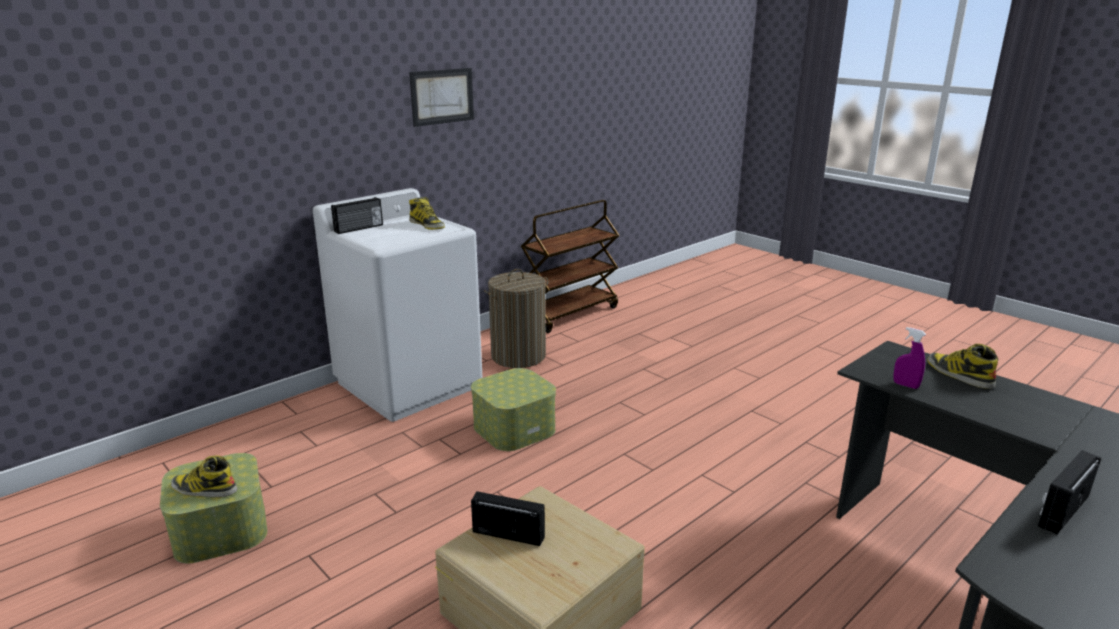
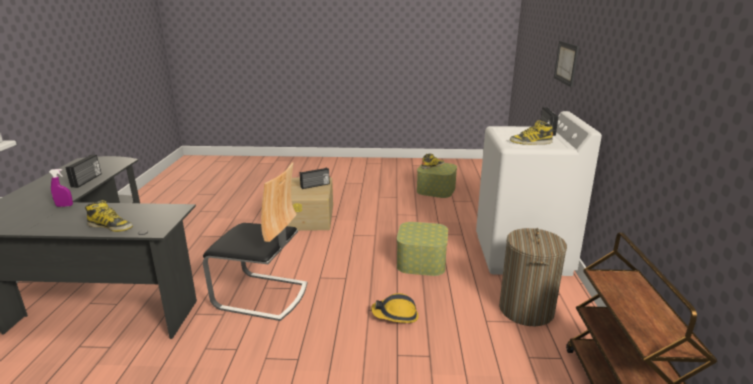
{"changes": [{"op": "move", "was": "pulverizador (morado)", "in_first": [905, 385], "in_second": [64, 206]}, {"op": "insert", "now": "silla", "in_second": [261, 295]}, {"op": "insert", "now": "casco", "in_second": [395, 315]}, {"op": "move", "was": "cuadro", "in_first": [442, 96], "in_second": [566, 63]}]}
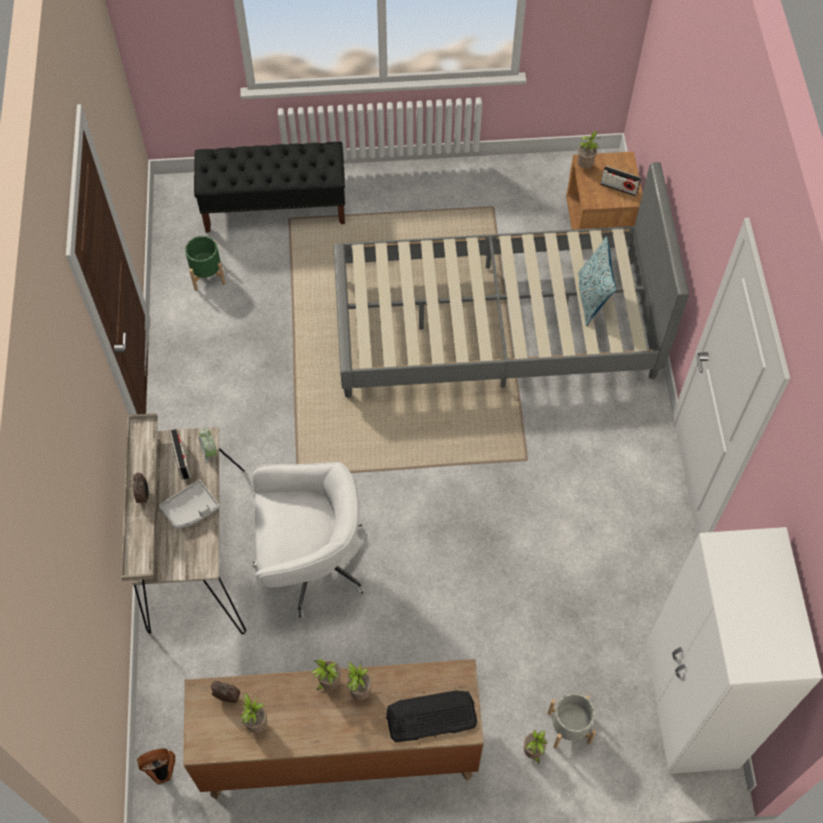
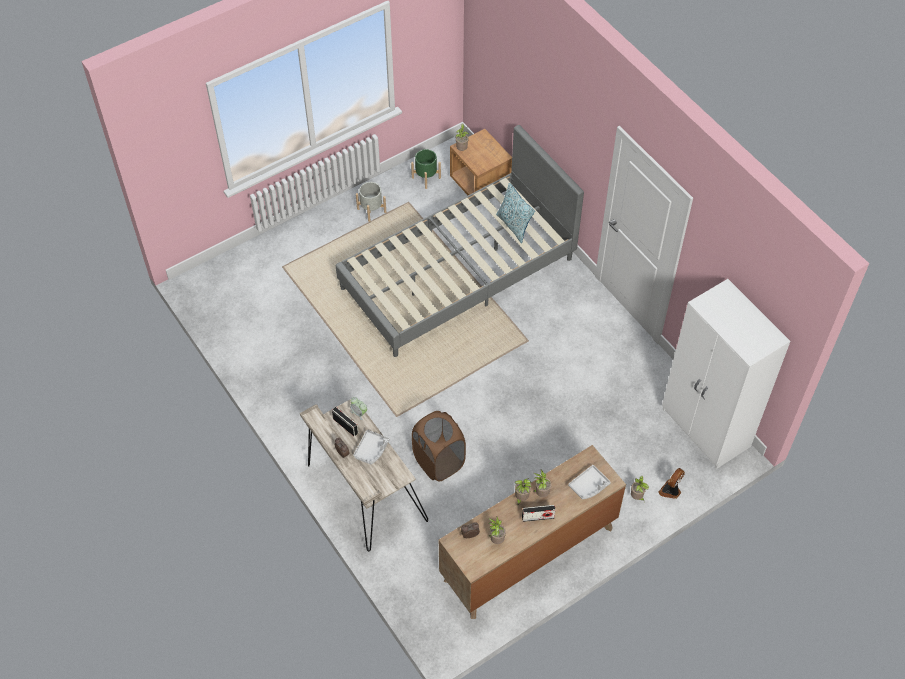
{"changes": [{"op": "move", "was": "maceta (gris)", "in_first": [568, 727], "in_second": [371, 210]}, {"op": "move", "was": "maceta (verde)", "in_first": [207, 275], "in_second": [426, 177]}, {"op": "replace", "was": "silla de oficina (blanco)", "now": "cesto de la ropa (marrón)", "in_first": [309, 562], "in_second": [439, 462]}, {"op": "move", "was": "radio", "in_first": [619, 188], "in_second": [538, 517]}, {"op": "replace", "was": "teclado", "now": "bandeja (gris)", "in_first": [431, 716], "in_second": [589, 486]}, {"op": "move", "was": "ventilador", "in_first": [160, 769], "in_second": [671, 491]}, {"op": "delete", "was": "banco (negro)", "in_first": [275, 208]}]}
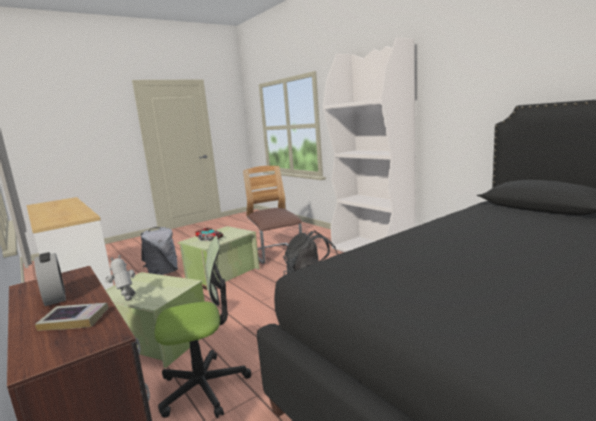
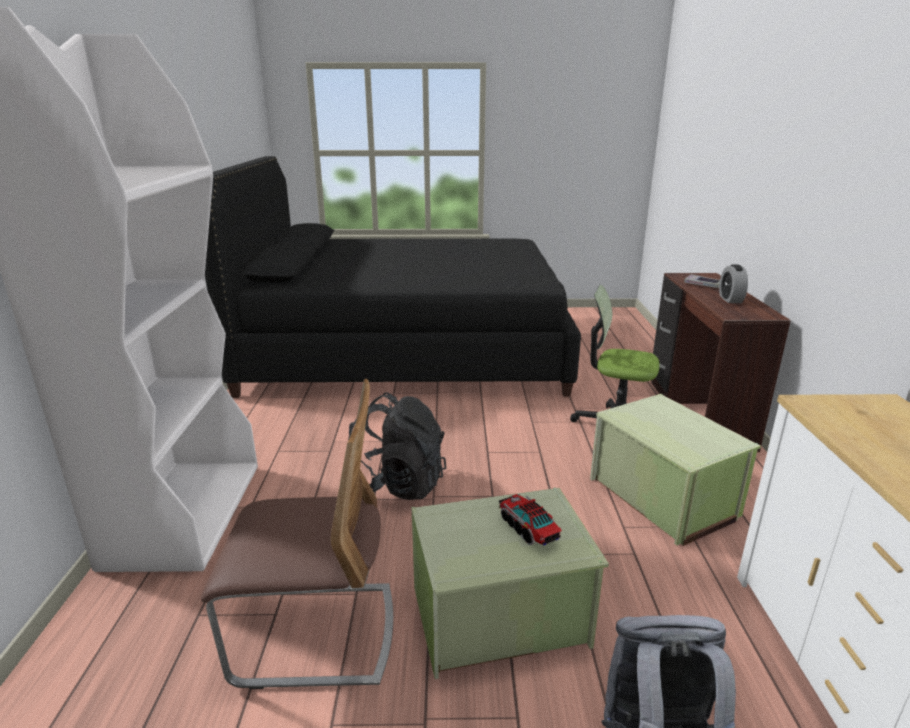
{"changes": [{"op": "rotate", "was": "silla", "in_first": [276, 254], "in_second": [316, 634], "clockwise": -105}, {"op": "delete", "was": "robot de juguete", "in_first": [127, 302]}]}
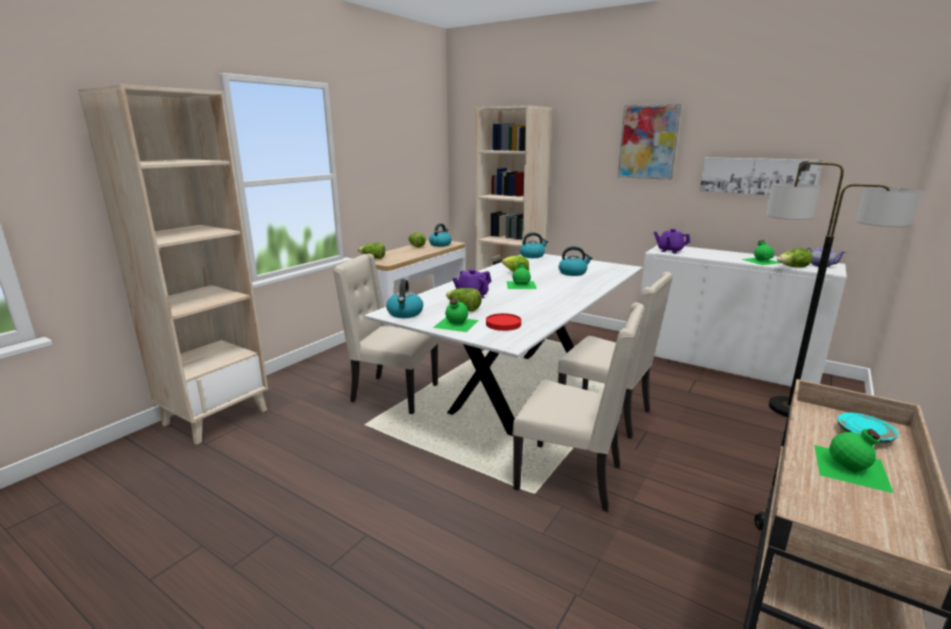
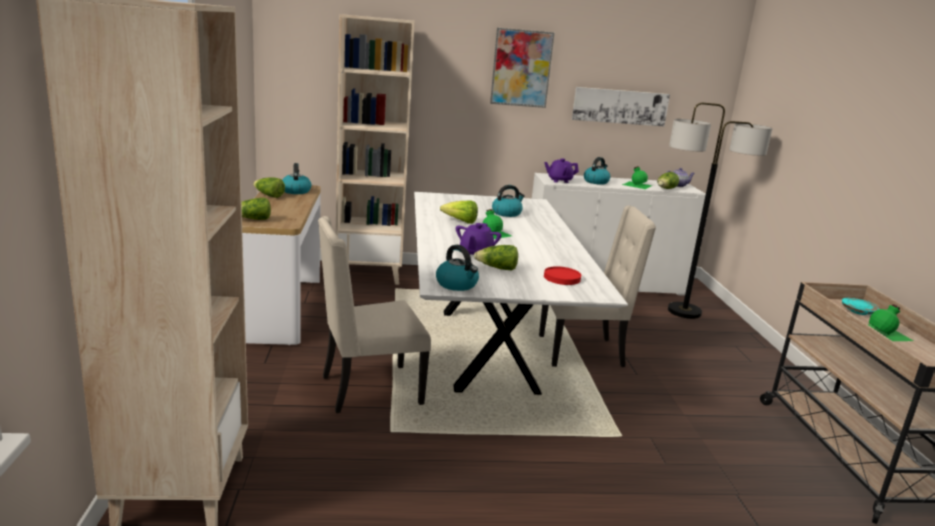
{"changes": [{"op": "move", "was": "hervidor", "in_first": [532, 256], "in_second": [596, 182]}, {"op": "delete", "was": "botella (verde)", "in_first": [455, 324]}, {"op": "delete", "was": "silla (beis)", "in_first": [571, 477]}]}
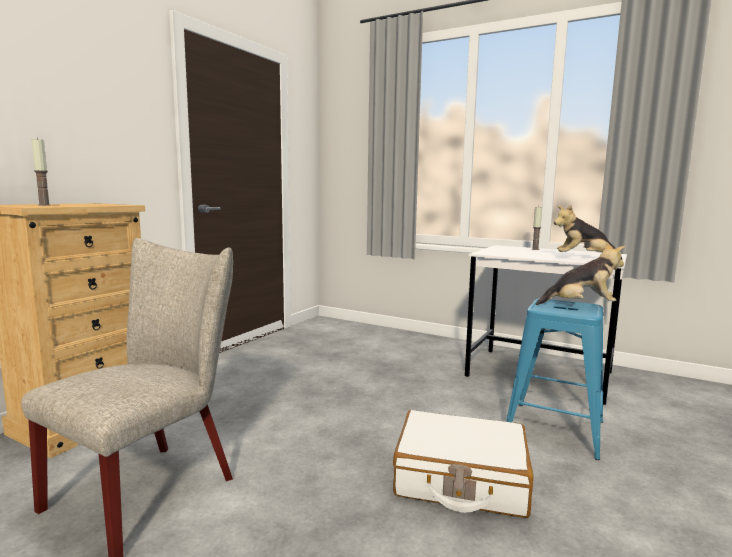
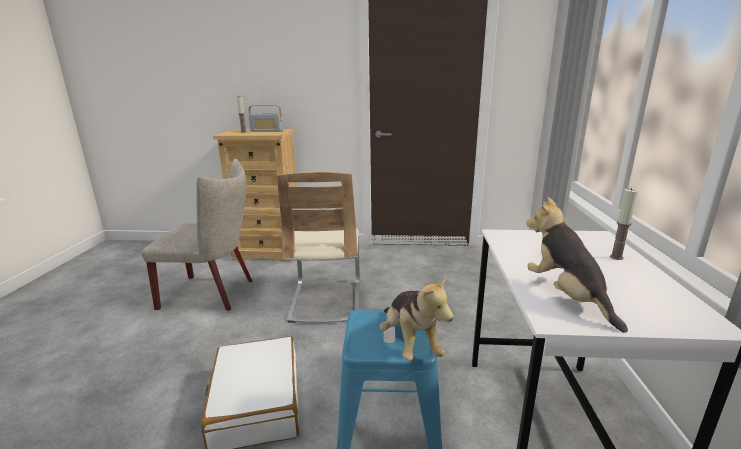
{"changes": [{"op": "insert", "now": "radio", "in_second": [267, 131]}, {"op": "insert", "now": "silla (beis)", "in_second": [326, 300]}]}
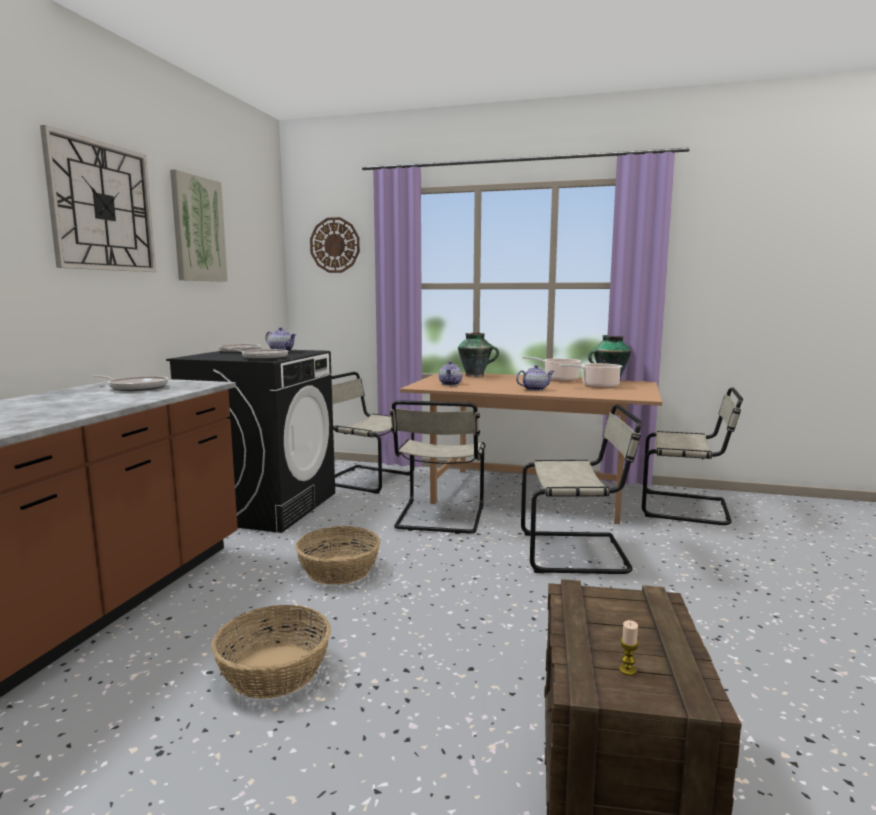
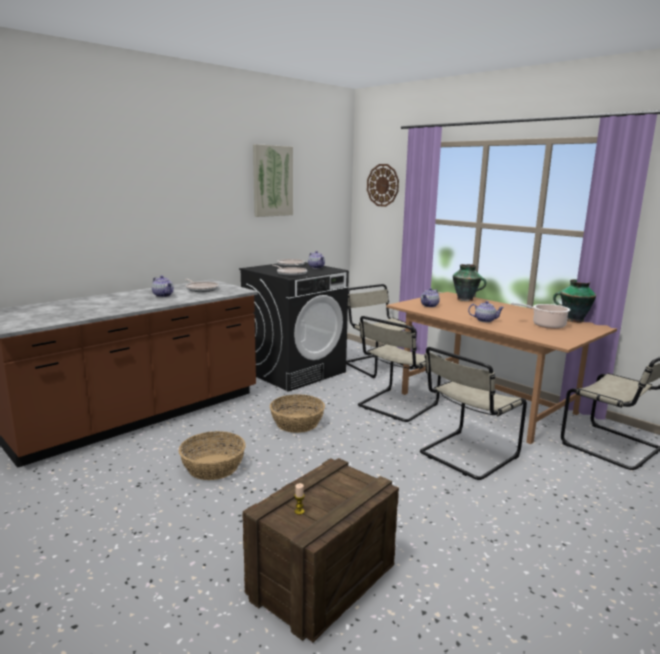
{"changes": [{"op": "insert", "now": "tetera", "in_second": [163, 295]}, {"op": "rotate", "was": "silla (beis)", "in_first": [578, 553], "in_second": [466, 455], "clockwise": 105}, {"op": "delete", "was": "reloj de pared", "in_first": [102, 207]}, {"op": "delete", "was": "olla", "in_first": [558, 379]}]}
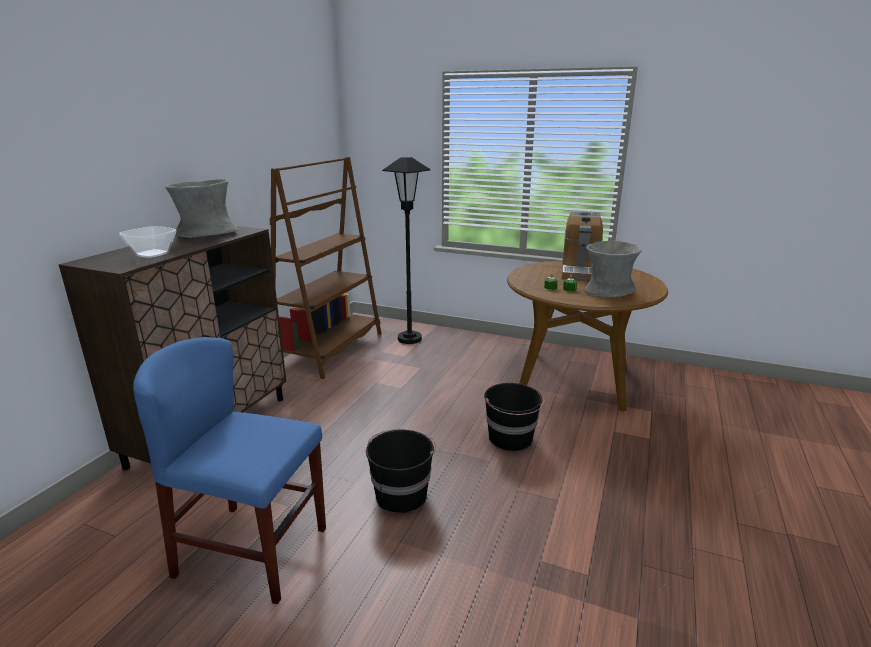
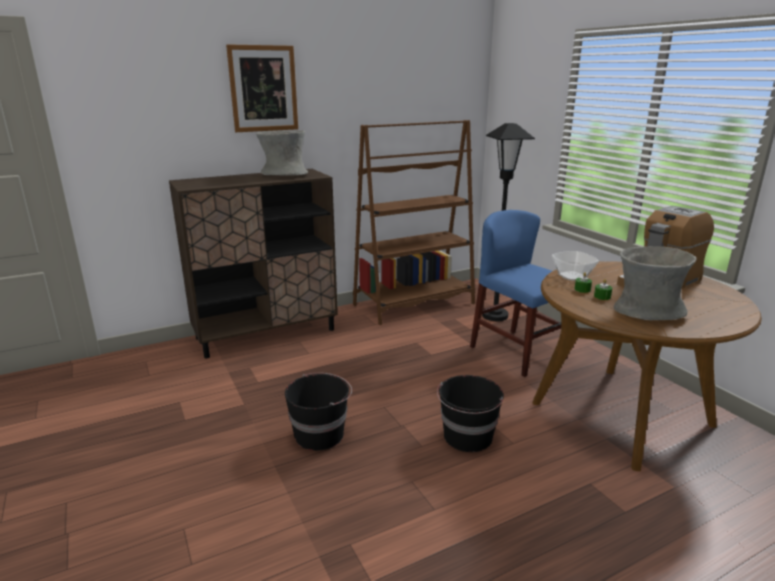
{"changes": [{"op": "insert", "now": "cuadro", "in_second": [263, 89]}, {"op": "move", "was": "silla (azul)", "in_first": [253, 551], "in_second": [518, 352]}, {"op": "move", "was": "cuenco", "in_first": [153, 254], "in_second": [573, 276]}]}
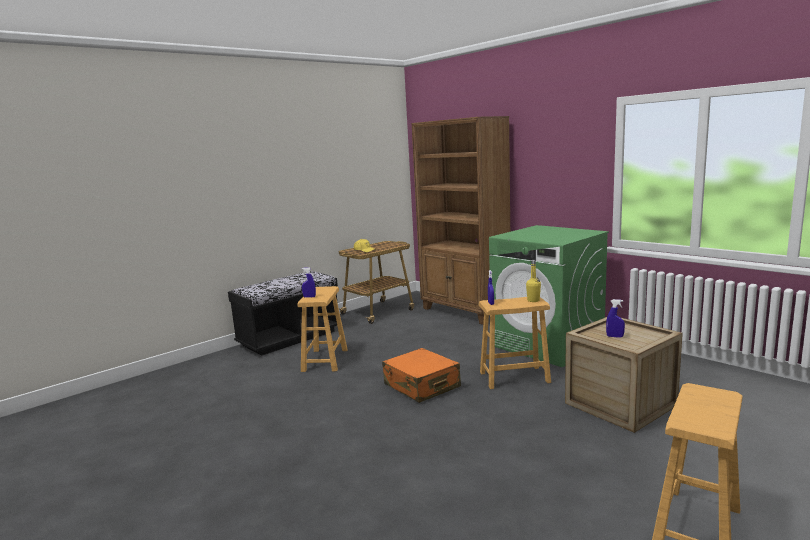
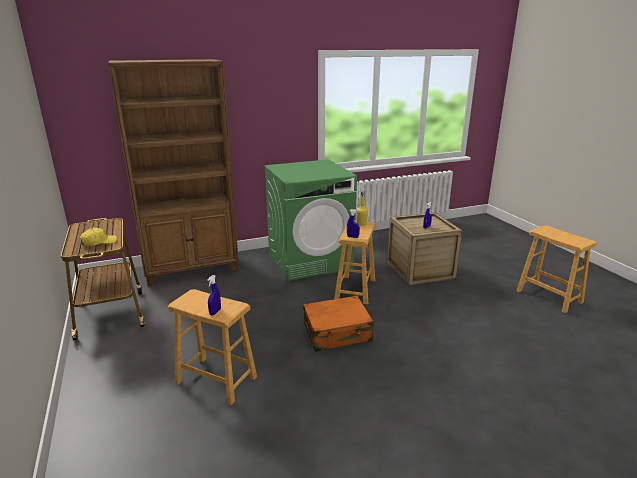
{"changes": [{"op": "delete", "was": "banco (negro)", "in_first": [289, 338]}]}
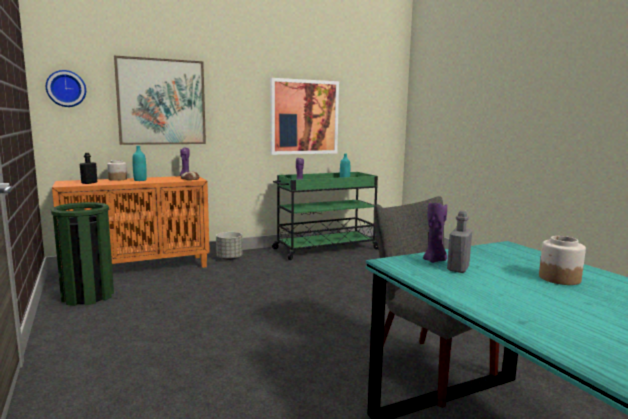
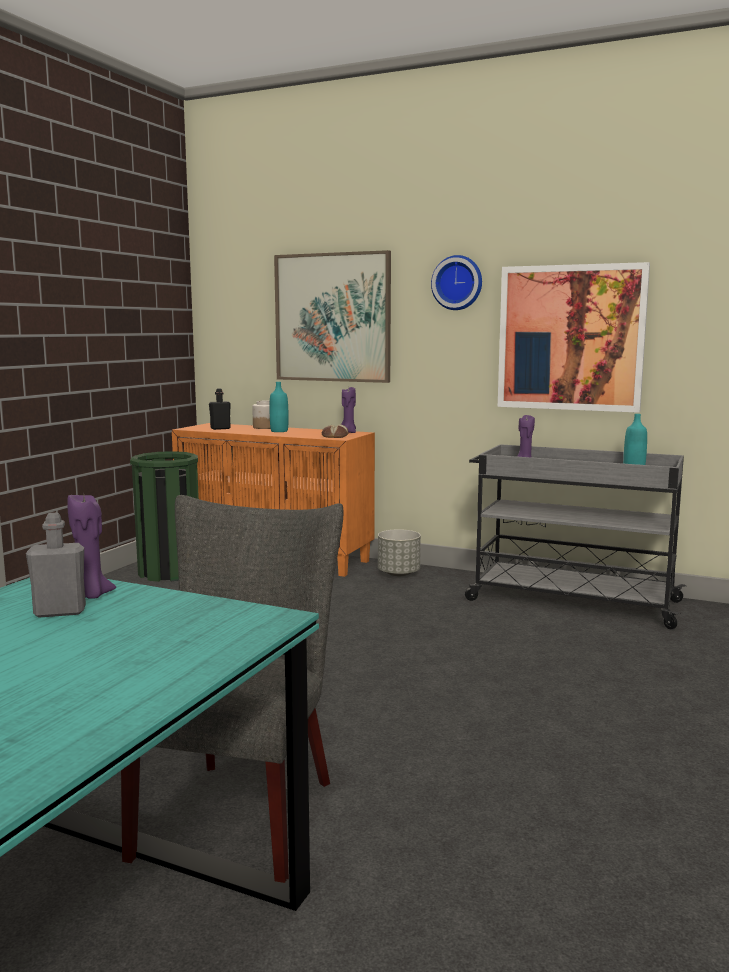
{"changes": [{"op": "move", "was": "reloj de pared", "in_first": [66, 88], "in_second": [457, 283]}, {"op": "recolor", "was": "carrito (verde)", "now": "carrito (gris)", "in_first": [325, 249], "in_second": [570, 601]}, {"op": "delete", "was": "tarro", "in_first": [559, 278]}]}
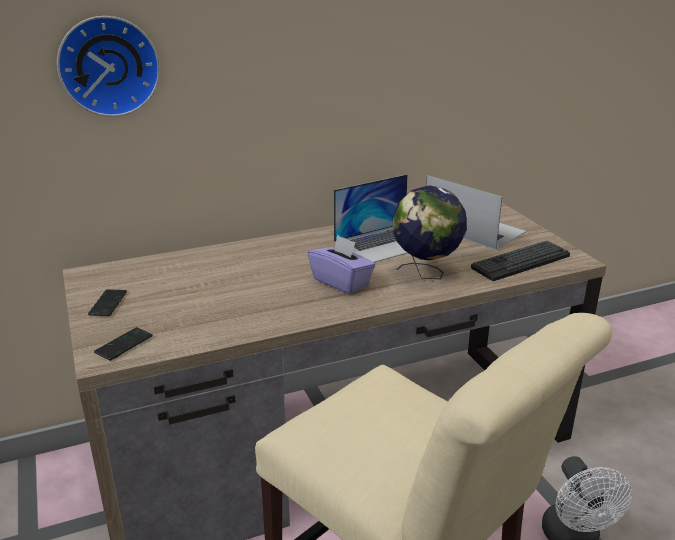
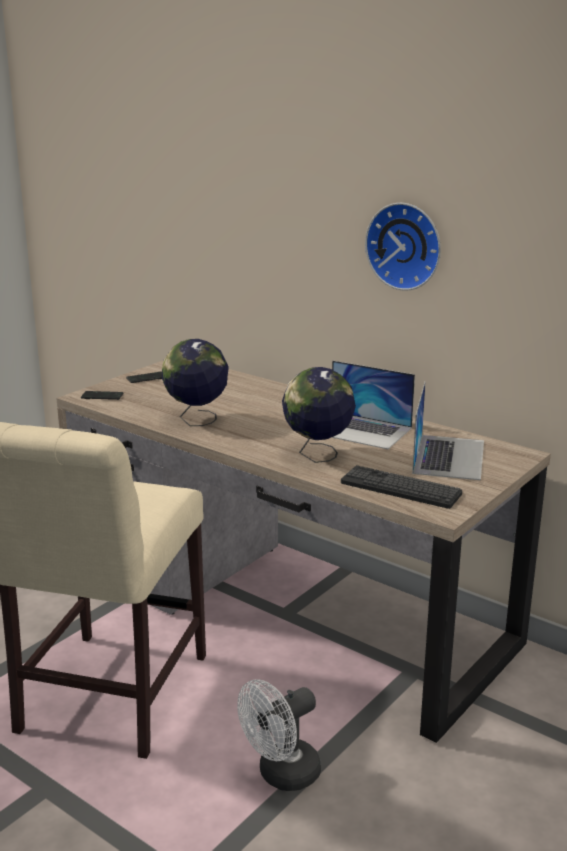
{"changes": [{"op": "insert", "now": "globo terráqueo", "in_second": [196, 420]}, {"op": "move", "was": "reloj de pared", "in_first": [108, 66], "in_second": [405, 245]}, {"op": "delete", "was": "caja de pañuelos (morado)", "in_first": [341, 282]}]}
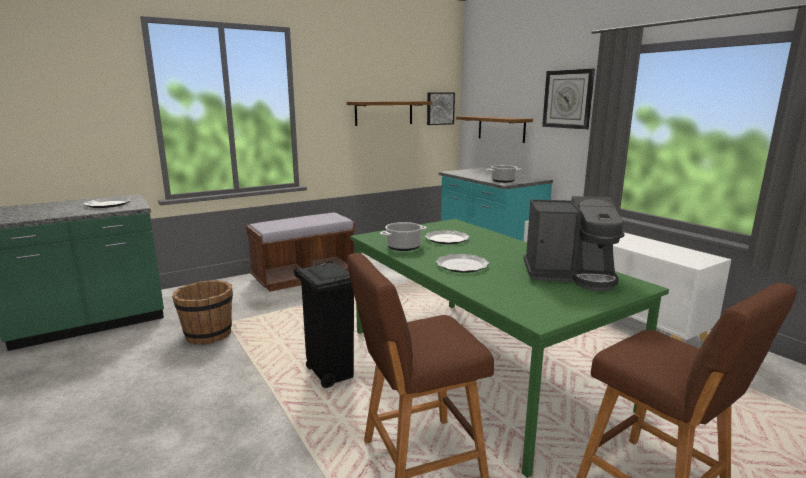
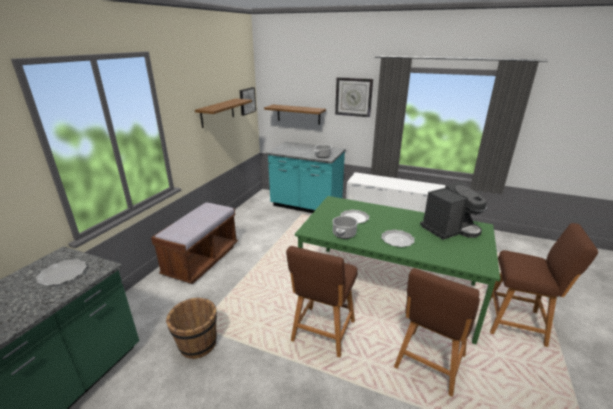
{"changes": [{"op": "replace", "was": "papelera (negro)", "now": "taburete (marrón)", "in_first": [330, 374], "in_second": [322, 333]}]}
